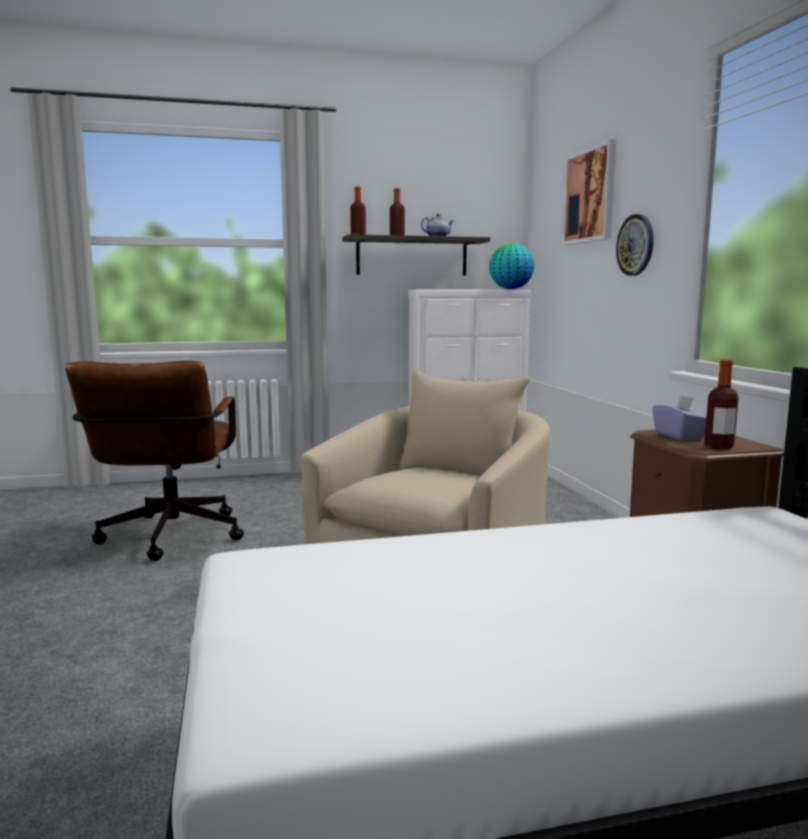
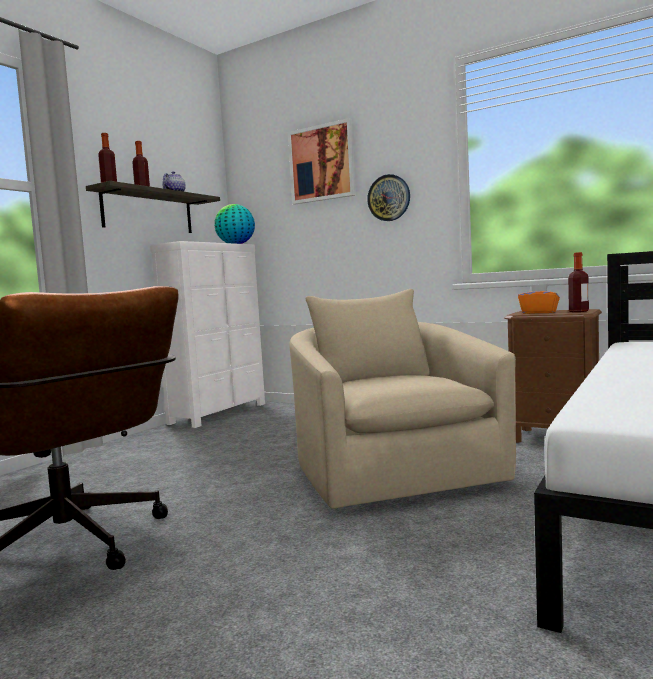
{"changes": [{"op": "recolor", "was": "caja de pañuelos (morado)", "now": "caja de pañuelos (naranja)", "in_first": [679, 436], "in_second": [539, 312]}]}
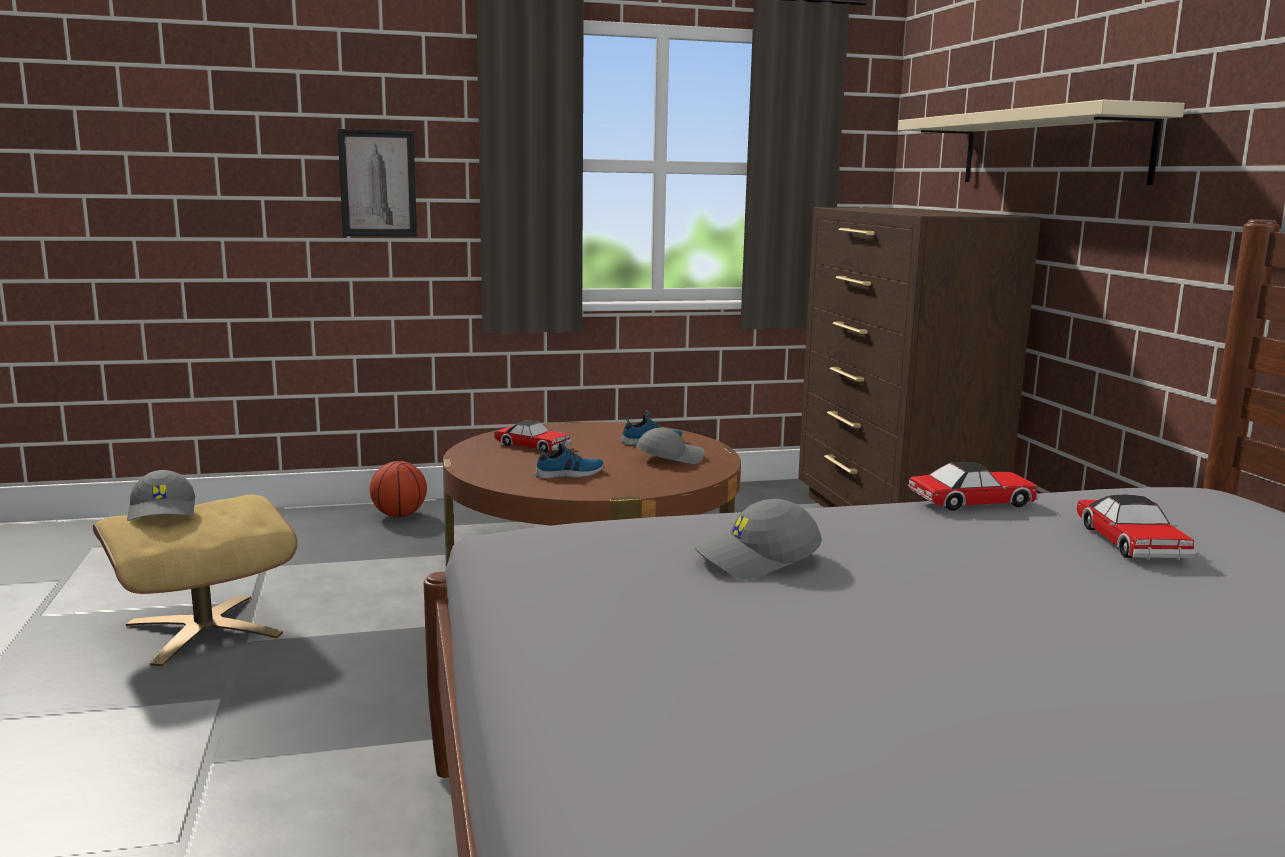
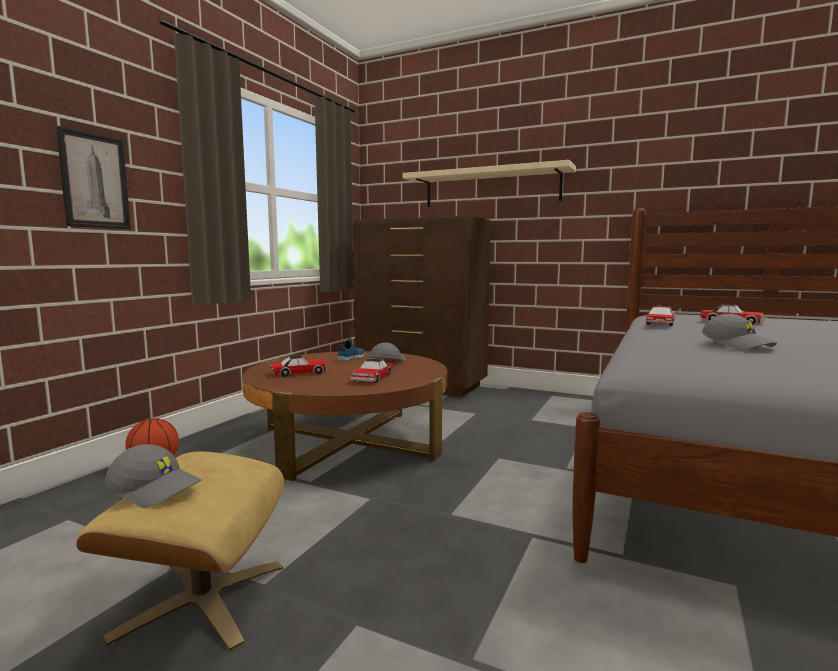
{"changes": [{"op": "replace", "was": "zapato", "now": "coche de juguete", "in_first": [570, 474], "in_second": [372, 378]}, {"op": "rotate", "was": "gorra (gris)", "in_first": [757, 560], "in_second": [738, 345], "clockwise": -45}]}
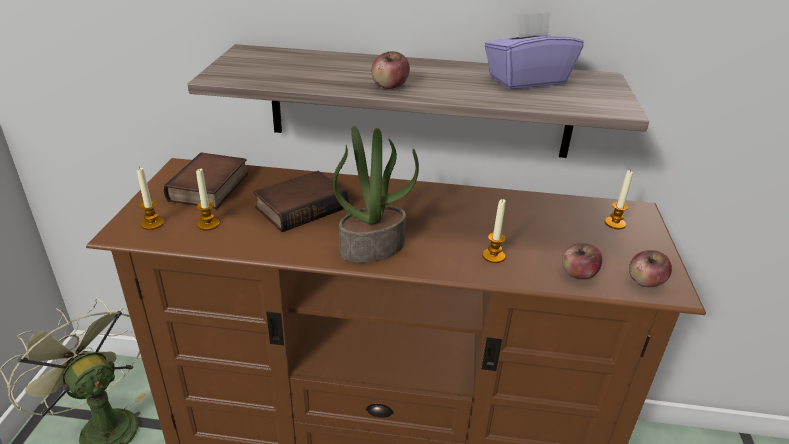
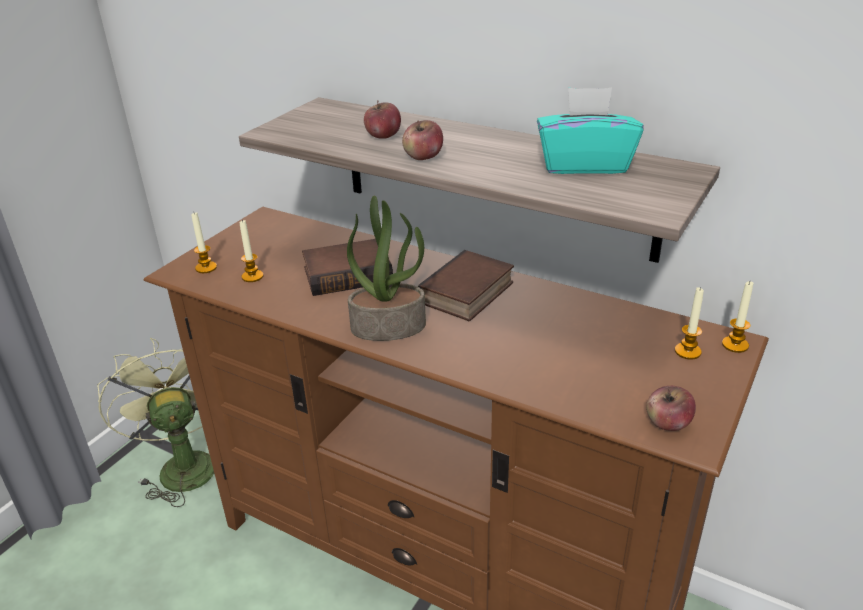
{"changes": [{"op": "move", "was": "manzana", "in_first": [578, 274], "in_second": [383, 136]}, {"op": "move", "was": "libro", "in_first": [211, 188], "in_second": [468, 294]}, {"op": "recolor", "was": "caja de pañuelos (morado)", "now": "caja de pañuelos (turquesa)", "in_first": [526, 80], "in_second": [584, 164]}, {"op": "move", "was": "vela", "in_first": [493, 256], "in_second": [735, 345]}]}
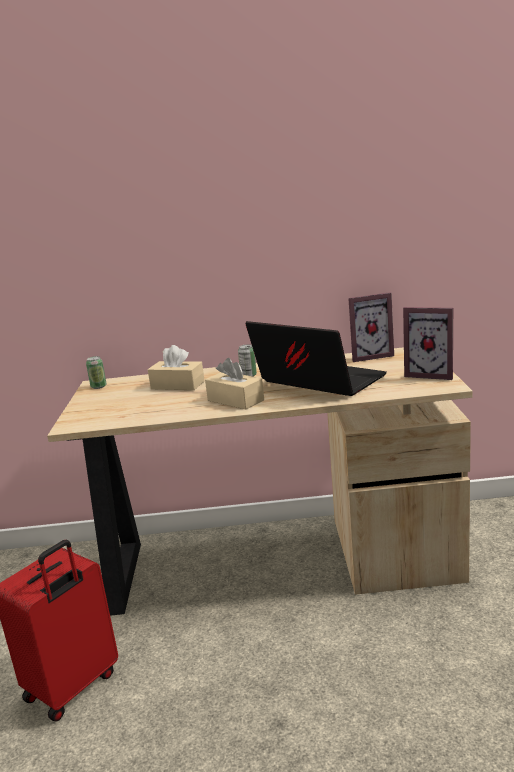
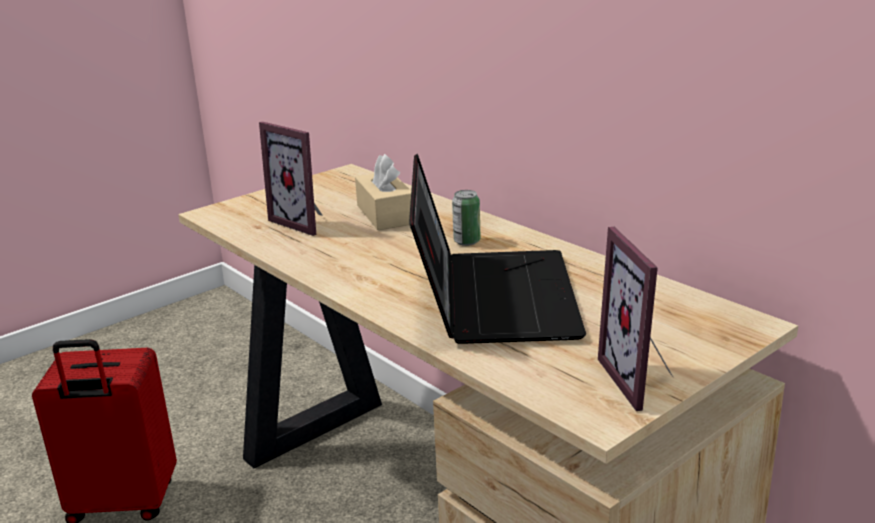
{"changes": [{"op": "move", "was": "portarretratos", "in_first": [369, 355], "in_second": [305, 222]}, {"op": "delete", "was": "lata", "in_first": [98, 386]}, {"op": "delete", "was": "caja de pañuelos (beis)", "in_first": [235, 400]}]}
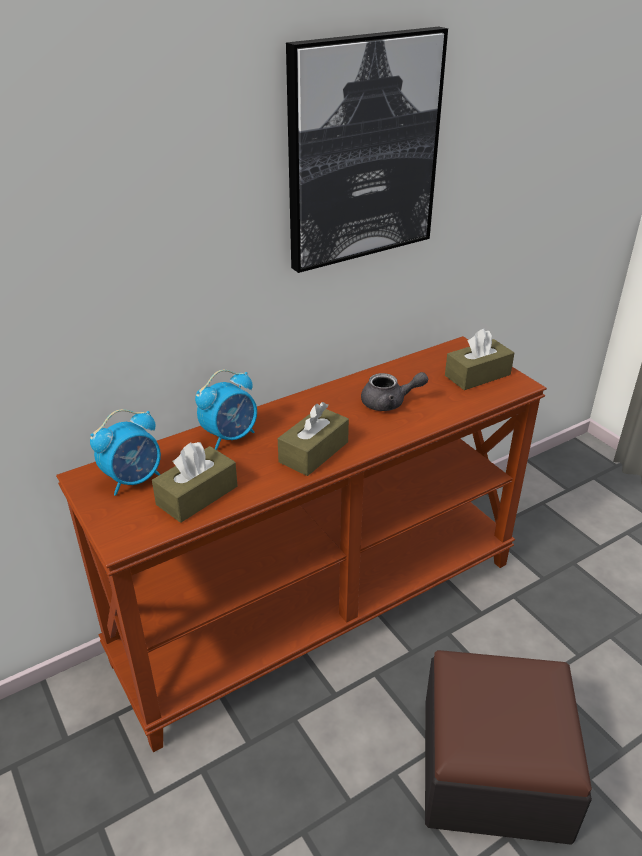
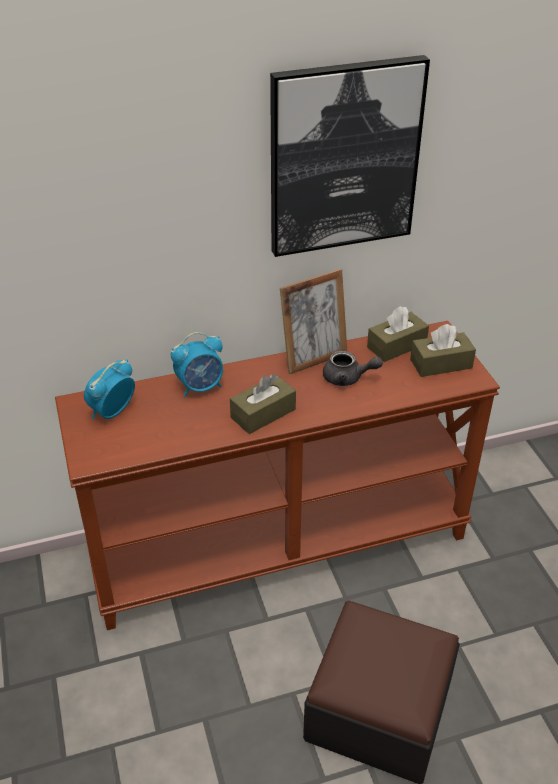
{"changes": [{"op": "rotate", "was": "despertador", "in_first": [134, 479], "in_second": [112, 412], "clockwise": 150}, {"op": "insert", "now": "portarretratos", "in_second": [313, 358]}, {"op": "move", "was": "caja de pañuelos (marrón)", "in_first": [197, 495], "in_second": [396, 345]}]}
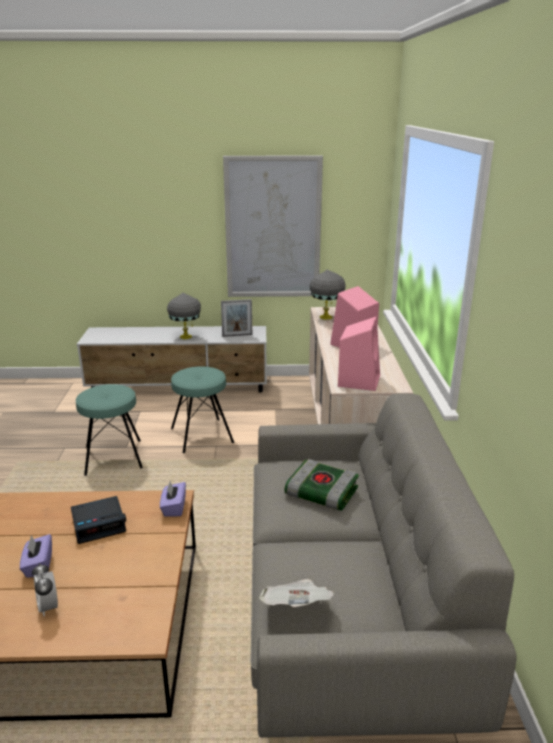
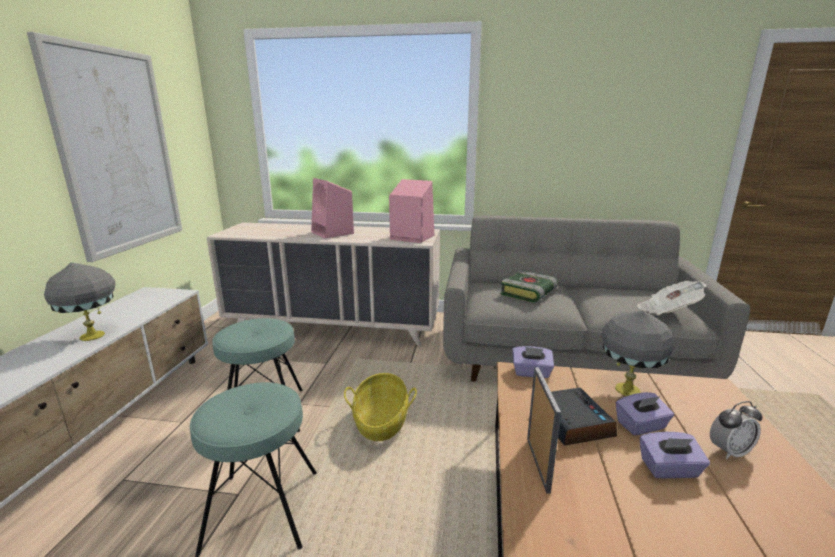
{"changes": [{"op": "insert", "now": "cesta", "in_second": [381, 422]}, {"op": "move", "was": "portarretratos", "in_first": [237, 335], "in_second": [538, 464]}, {"op": "move", "was": "lámpara de mesa (gris)", "in_first": [326, 317], "in_second": [627, 389]}, {"op": "insert", "now": "caja de pañuelos (morado)", "in_second": [641, 426]}]}
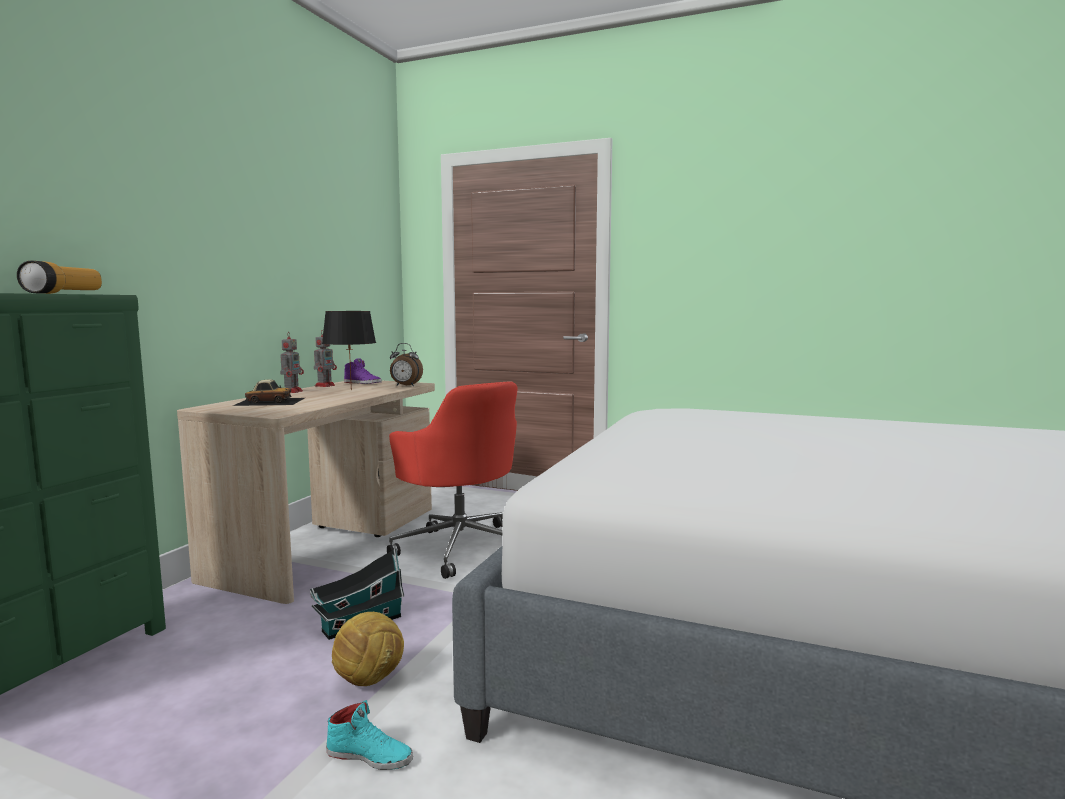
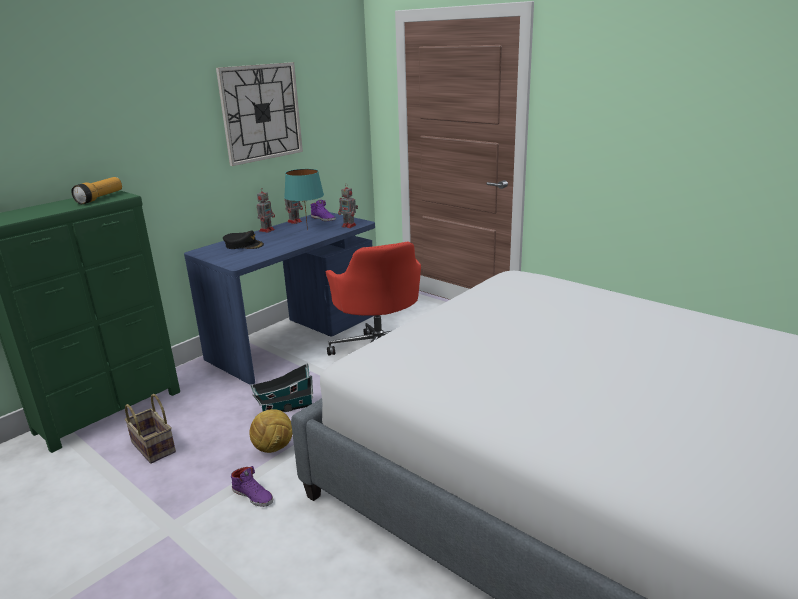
{"changes": [{"op": "insert", "now": "cesta", "in_second": [151, 447]}, {"op": "recolor", "was": "escritorio (beis)", "now": "escritorio (azul)", "in_first": [330, 543], "in_second": [296, 338]}, {"op": "insert", "now": "reloj de pared", "in_second": [261, 112]}, {"op": "replace", "was": "coche de juguete", "now": "gorra (negro)", "in_first": [269, 401], "in_second": [244, 245]}, {"op": "recolor", "was": "zapato (turquesa)", "now": "zapato (morado)", "in_first": [370, 755], "in_second": [253, 495]}, {"op": "recolor", "was": "lámpara de mesa (negro)", "now": "lámpara de mesa (turquesa)", "in_first": [351, 390], "in_second": [307, 230]}, {"op": "replace", "was": "despertador", "now": "robot de juguete", "in_first": [405, 386], "in_second": [349, 226]}]}
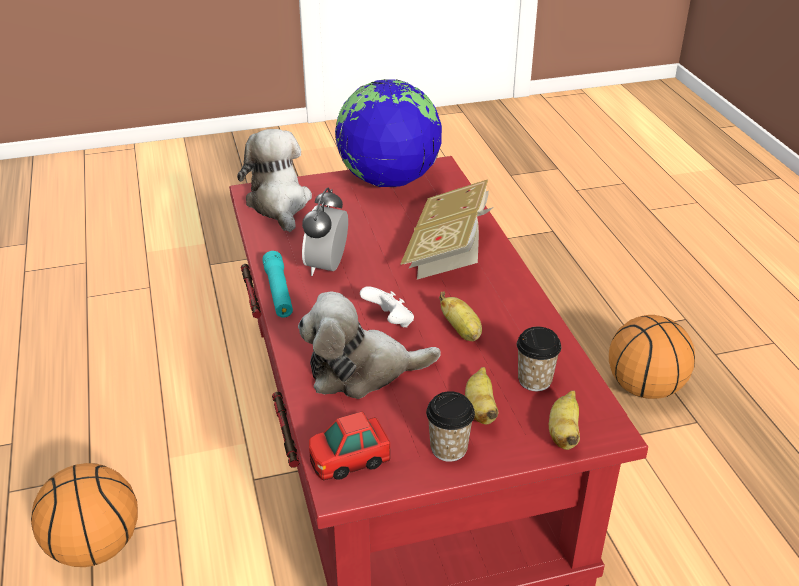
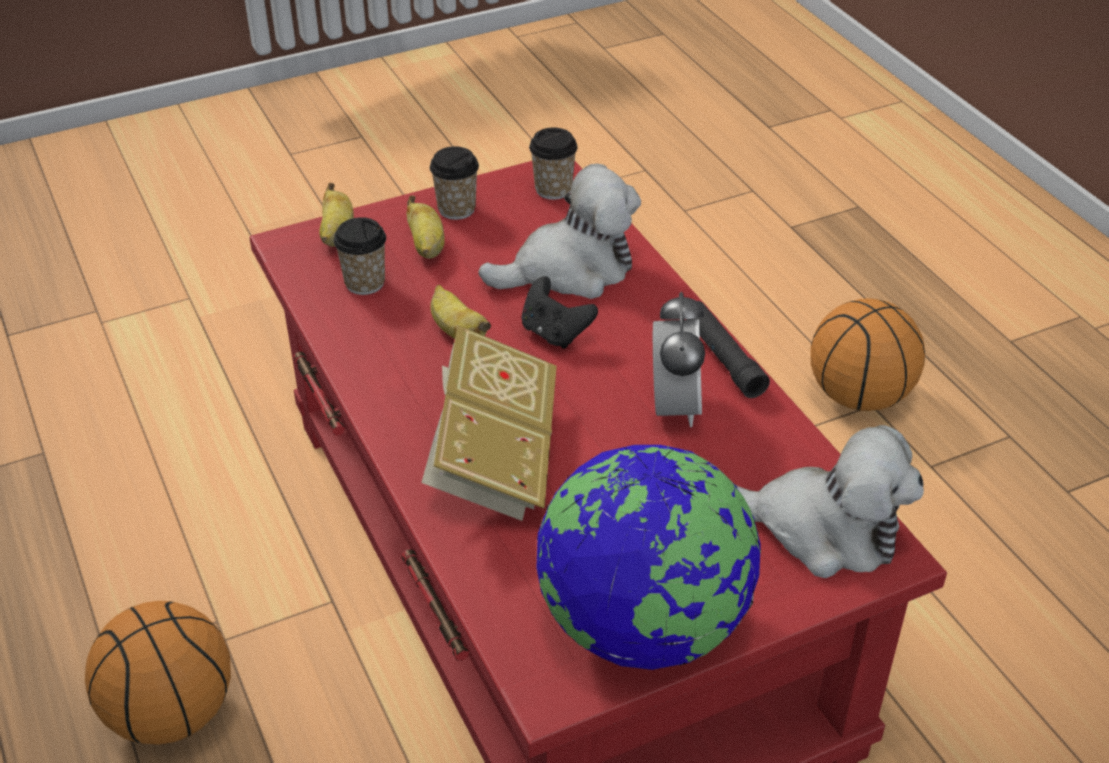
{"changes": [{"op": "recolor", "was": "mando de consola (blanco)", "now": "mando de consola (negro)", "in_first": [389, 322], "in_second": [555, 333]}, {"op": "replace", "was": "coche de juguete", "now": "taza", "in_first": [349, 460], "in_second": [553, 189]}, {"op": "recolor", "was": "linterna (turquesa)", "now": "linterna (negro)", "in_first": [278, 292], "in_second": [723, 357]}, {"op": "rotate", "was": "peluche", "in_first": [279, 204], "in_second": [822, 530], "clockwise": -45}]}
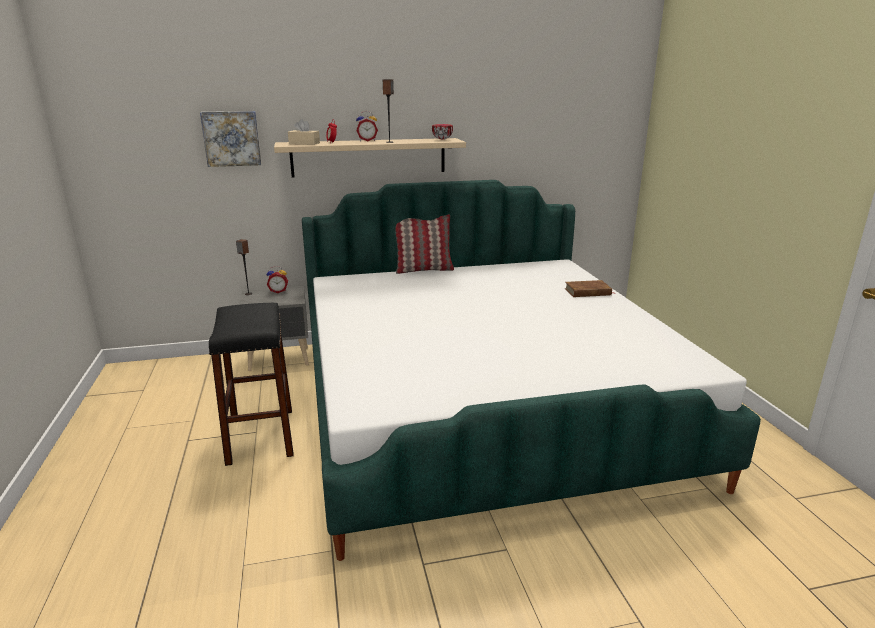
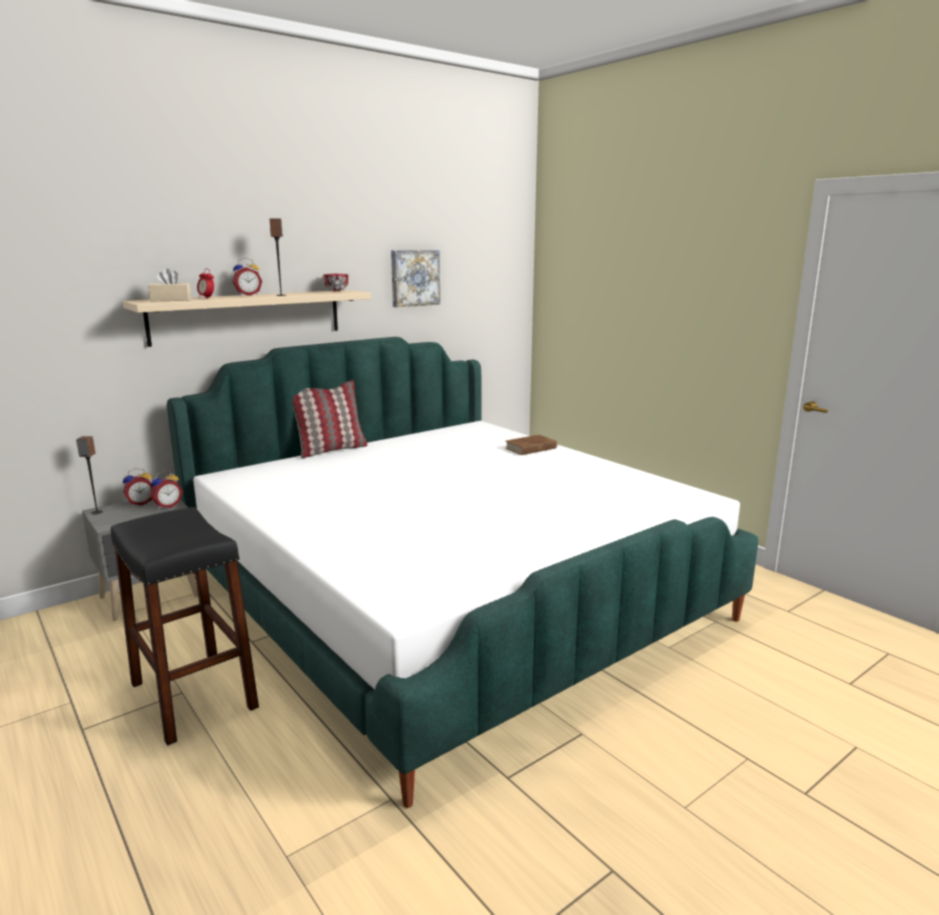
{"changes": [{"op": "insert", "now": "despertador", "in_second": [167, 505]}, {"op": "move", "was": "cuadro", "in_first": [231, 138], "in_second": [414, 278]}]}
